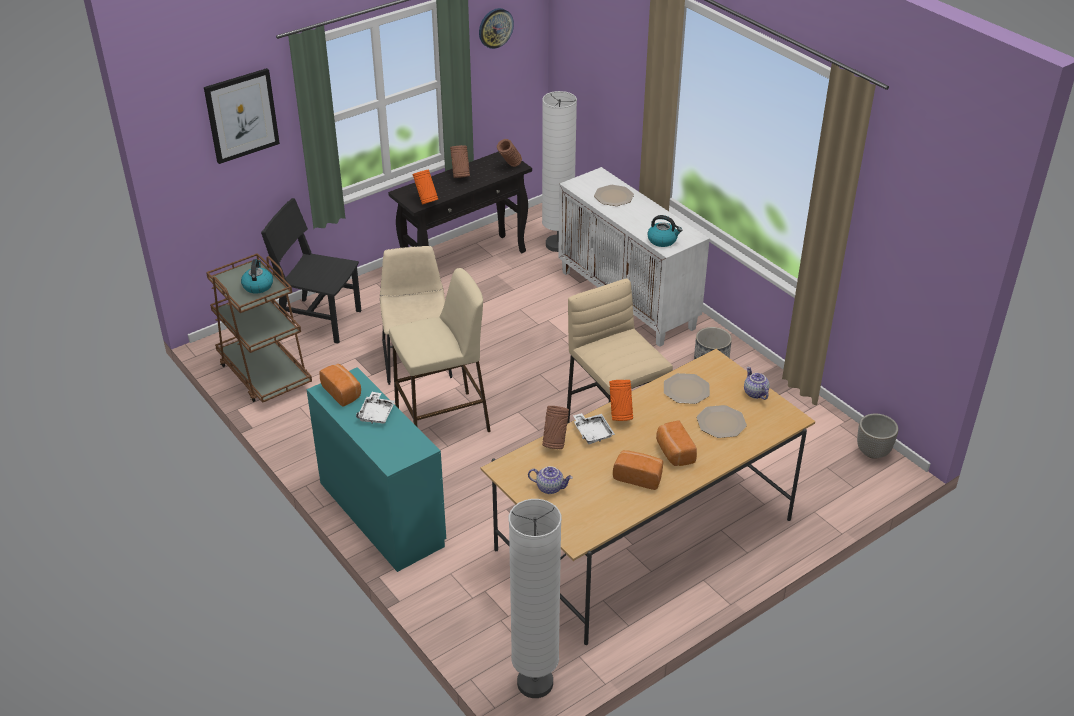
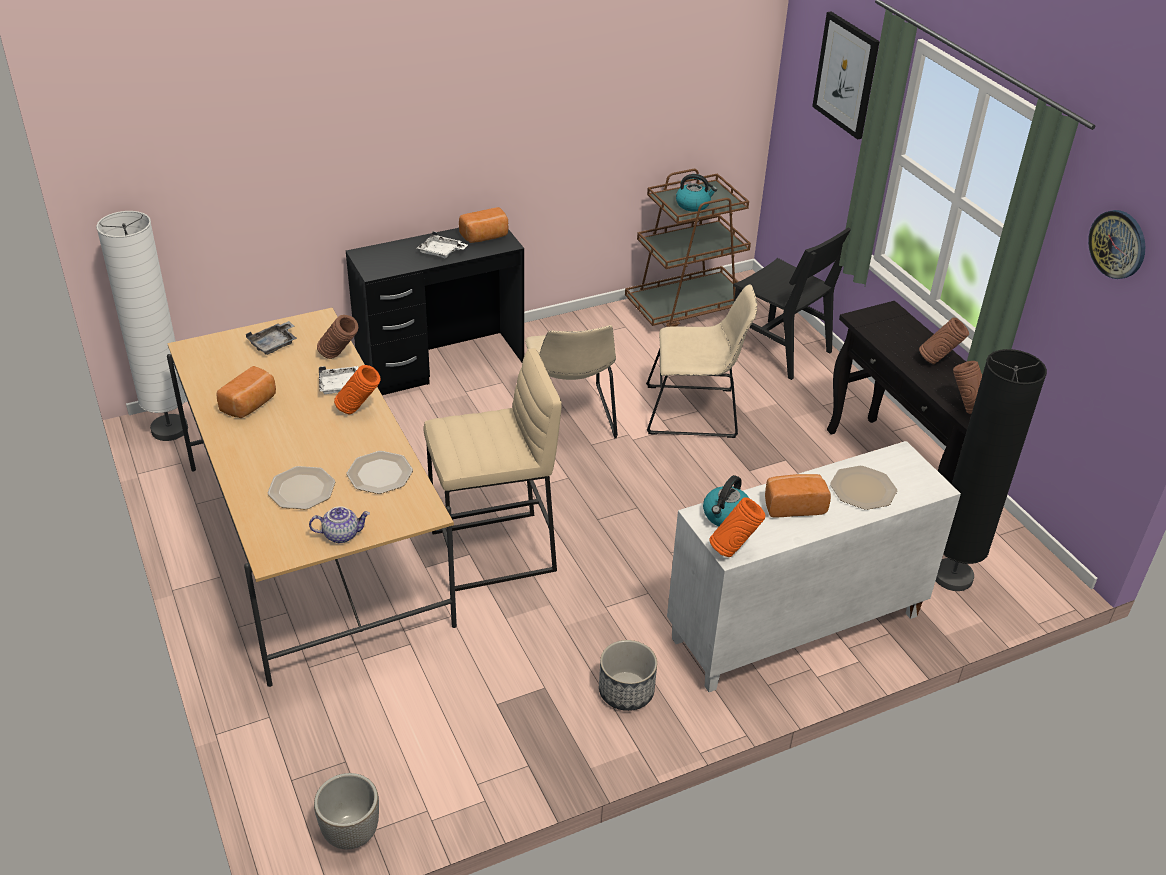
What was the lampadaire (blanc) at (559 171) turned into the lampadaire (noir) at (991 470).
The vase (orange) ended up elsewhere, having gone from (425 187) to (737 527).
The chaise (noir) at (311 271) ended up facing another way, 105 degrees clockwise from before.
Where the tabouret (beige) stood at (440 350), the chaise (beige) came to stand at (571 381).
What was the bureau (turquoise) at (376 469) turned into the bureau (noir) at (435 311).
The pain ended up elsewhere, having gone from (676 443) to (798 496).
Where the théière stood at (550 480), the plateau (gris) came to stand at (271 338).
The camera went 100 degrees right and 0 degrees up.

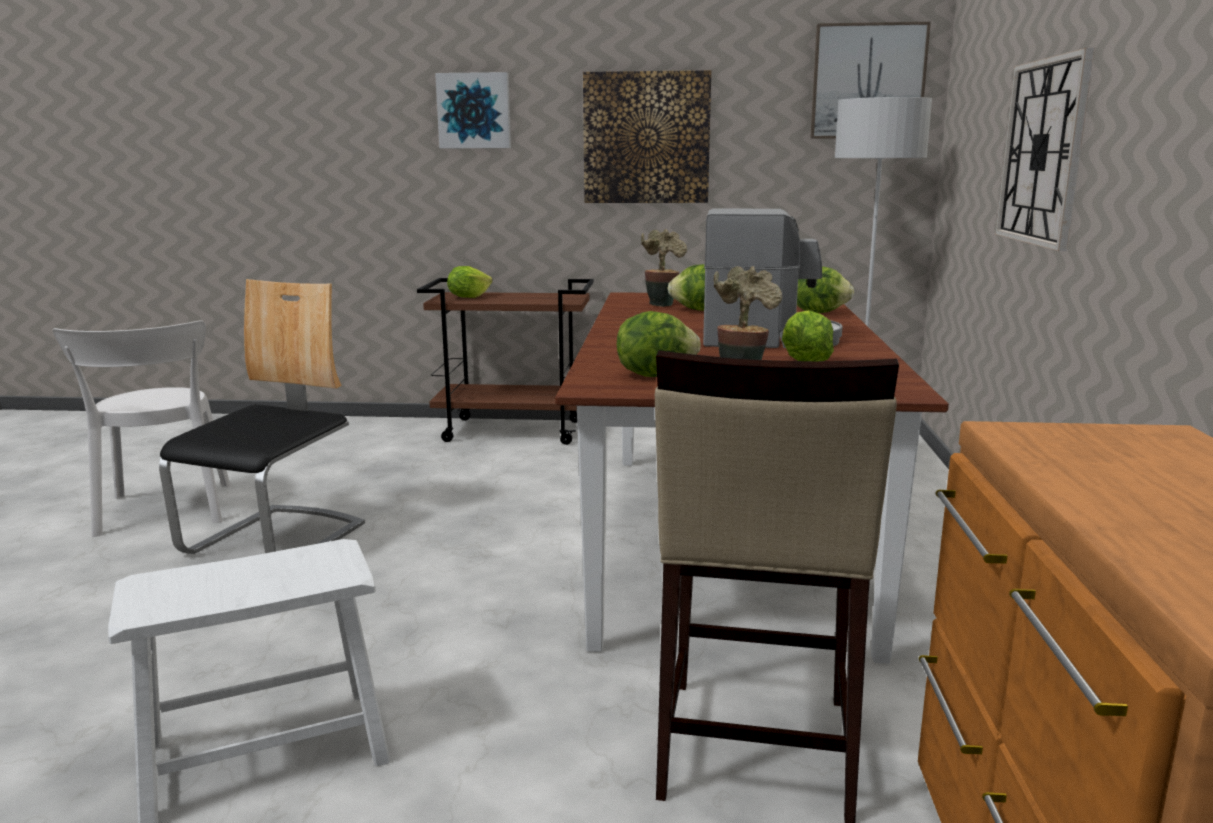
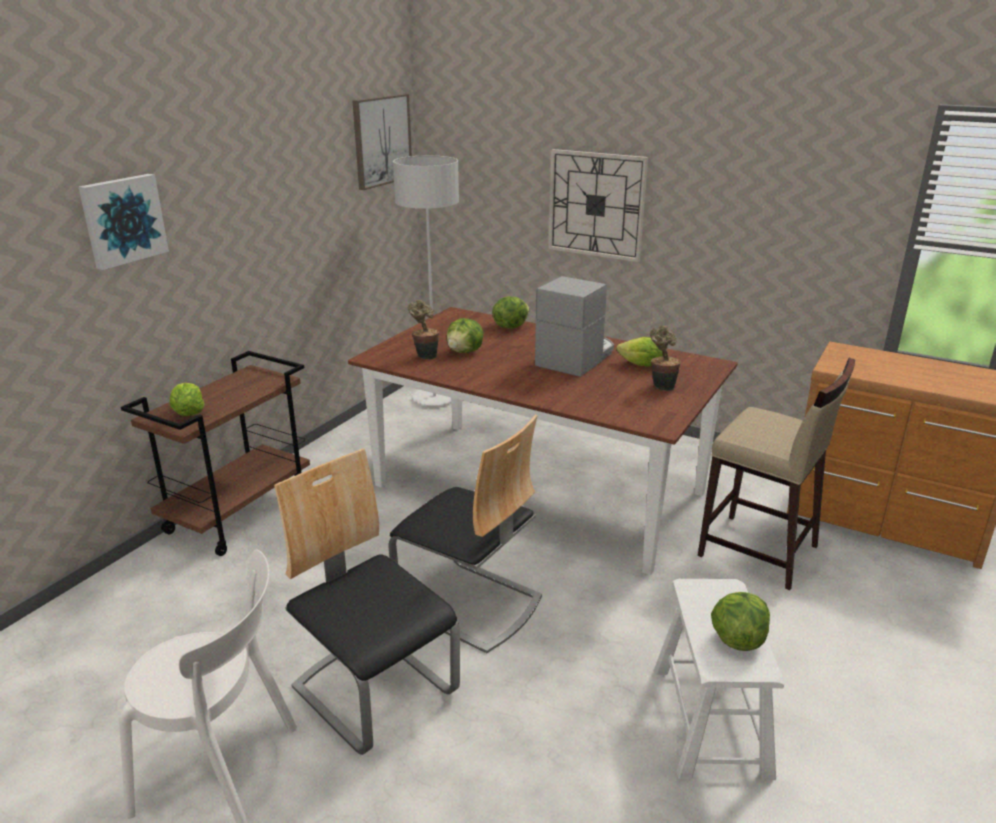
The second view lost the tableau at (647 136).
The laitue ended up elsewhere, having gone from (659 344) to (740 621).
The second view gained the chaise at (465 533).
The camera went 65 degrees left and 10 degrees up.

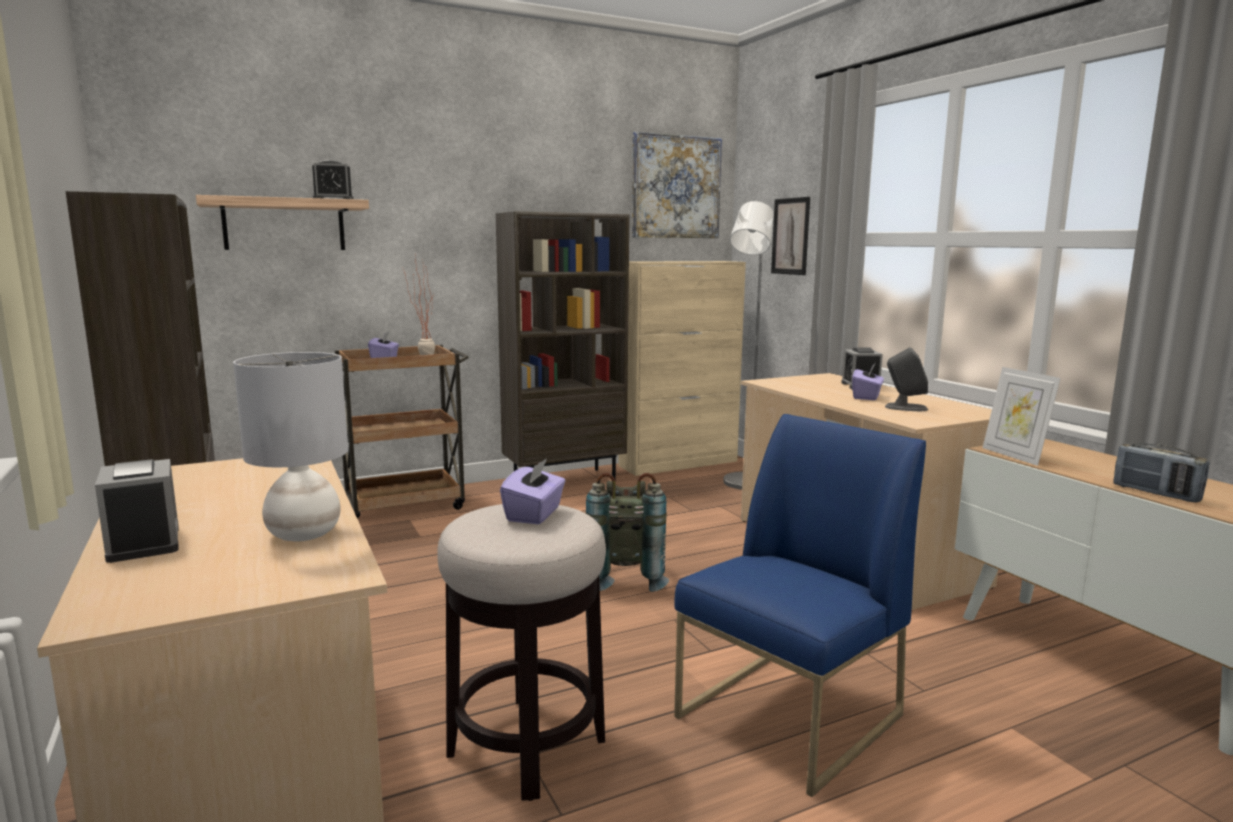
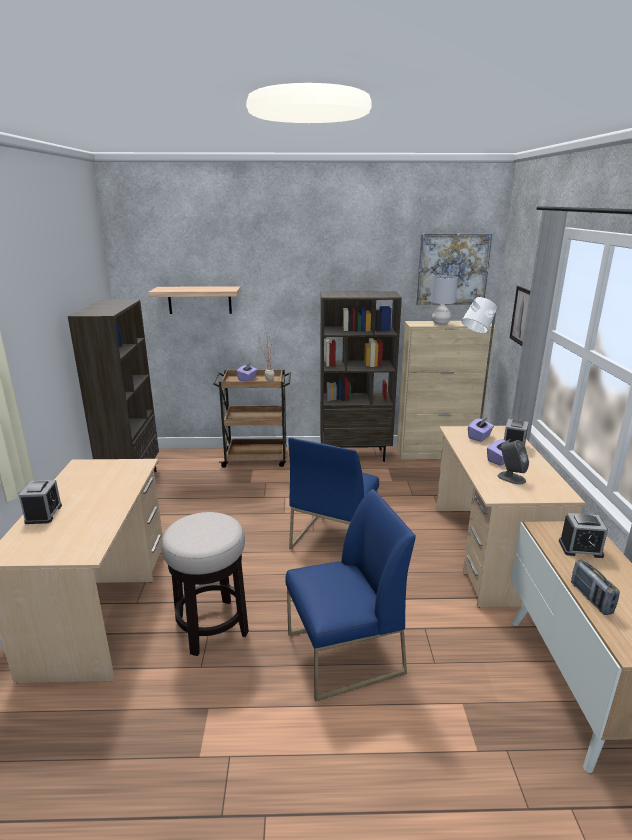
The réveil ended up elsewhere, having gone from (333 179) to (583 535).
The lampe de table (gris) ended up elsewhere, having gone from (290 447) to (444 300).
The second view lost the cadre photo at (1022 416).
The boîte à mouchoirs (violet) ended up elsewhere, having gone from (532 491) to (481 429).
Where the sac à dos (gris) stood at (627 532), the chaise (bleu) came to stand at (333 493).
The camera went 25 degrees right and 10 degrees up.

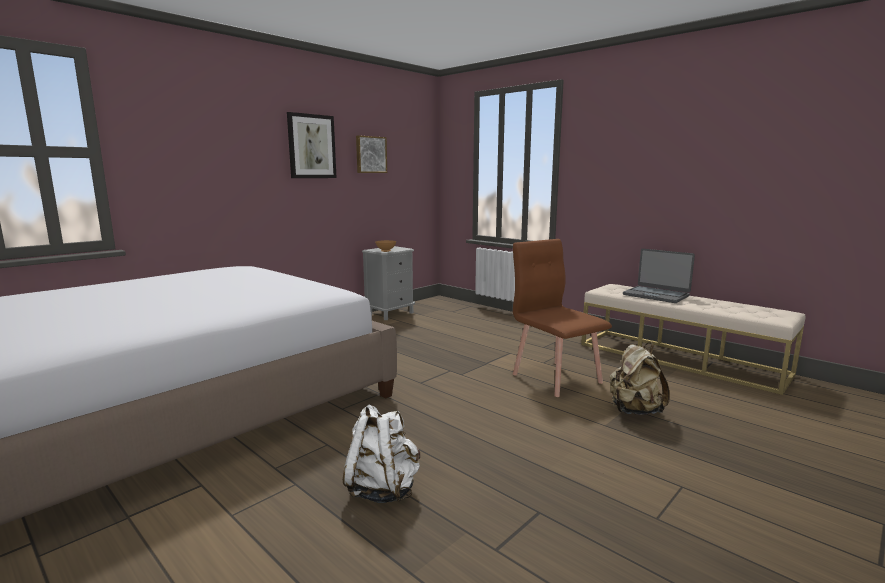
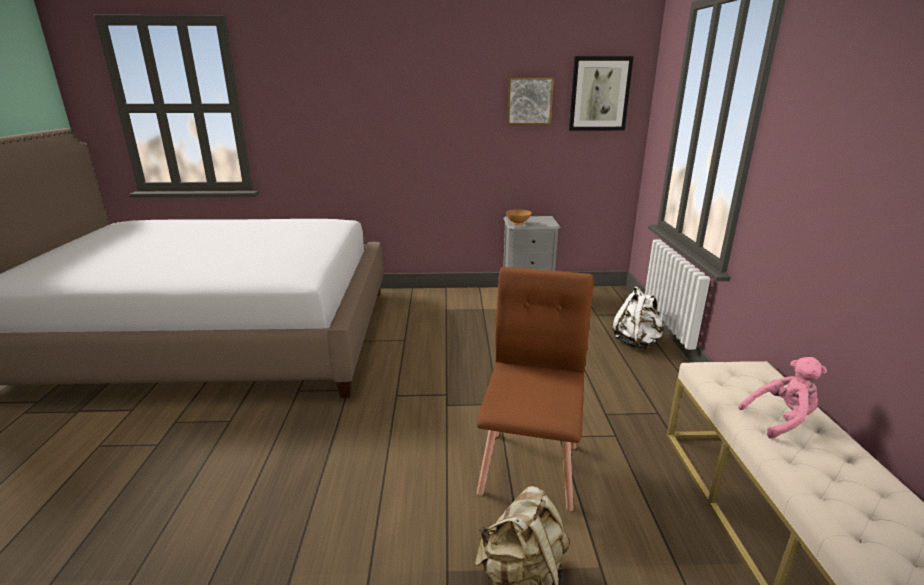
The tableau ended up elsewhere, having gone from (312 145) to (601 93).
Where the ordinateur portable stood at (659 276), the peluche (rose) came to stand at (783 398).
The sac à dos (blanc) ended up elsewhere, having gone from (381 453) to (638 317).
The camera went 45 degrees right and 10 degrees up.

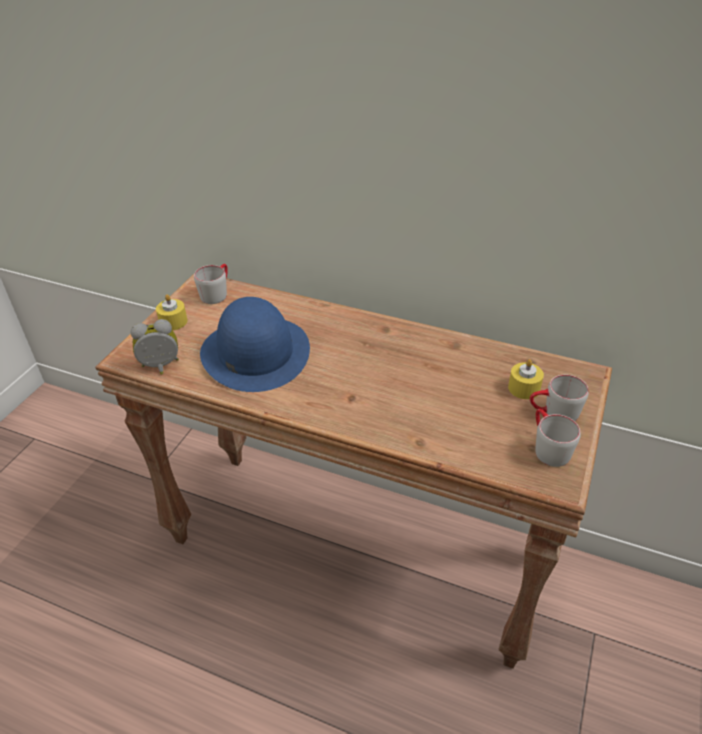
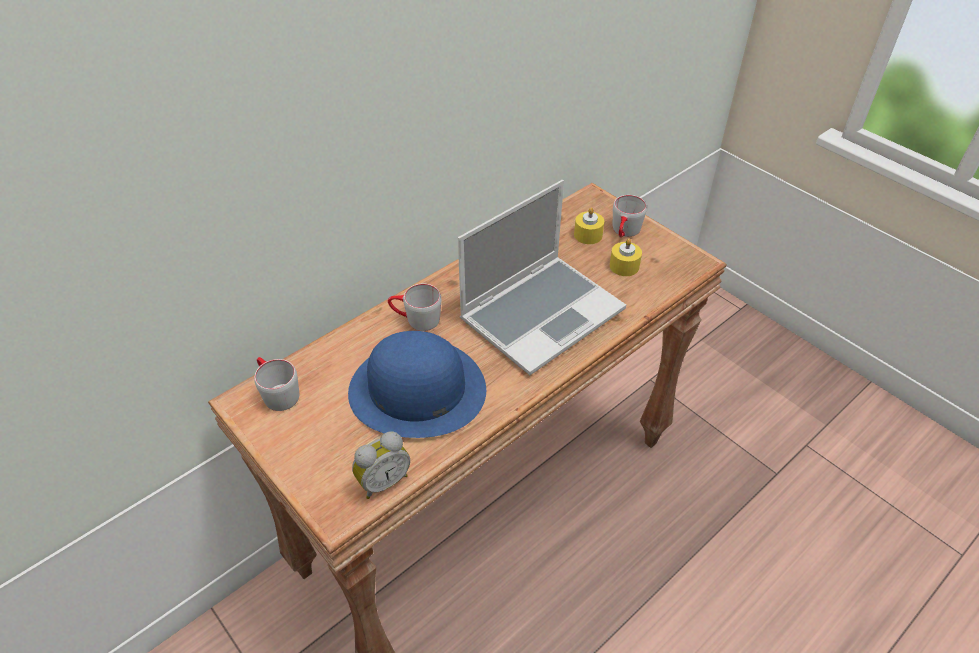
The bougie (jaune) ended up elsewhere, having gone from (172 312) to (626 257).
The réveil at (155 347) ended up facing another way, 135 degrees counterclockwise from before.
The mug (gris) ended up elsewhere, having gone from (557 438) to (414 307).
The second view gained the ordinateur portable at (542 277).
The camera went 65 degrees left and 5 degrees up.

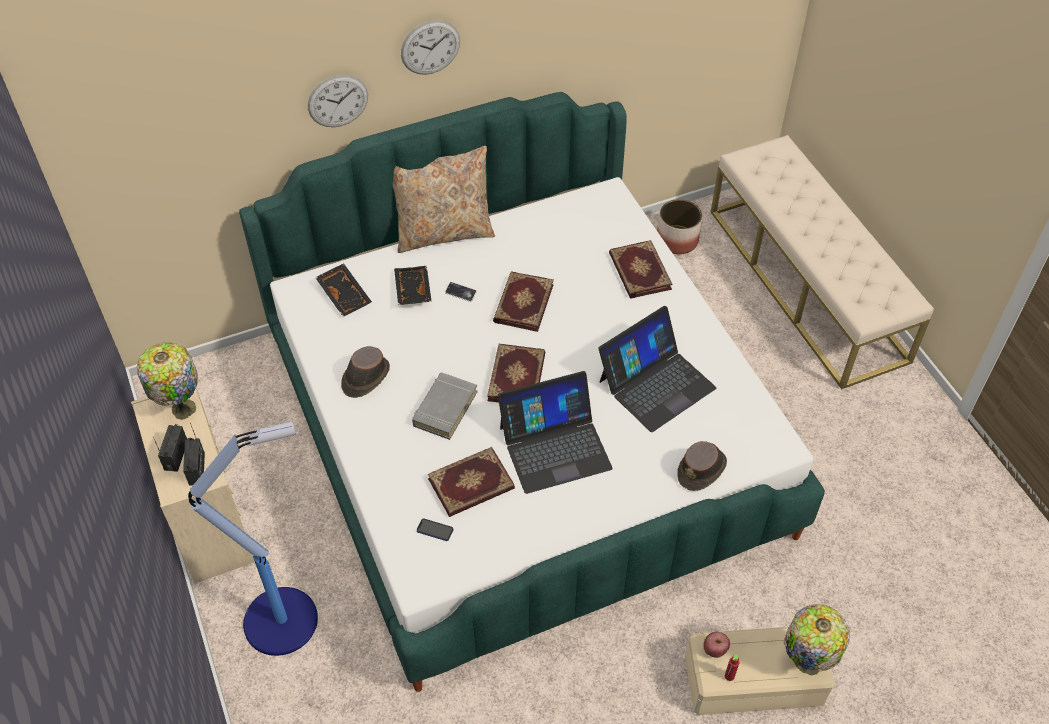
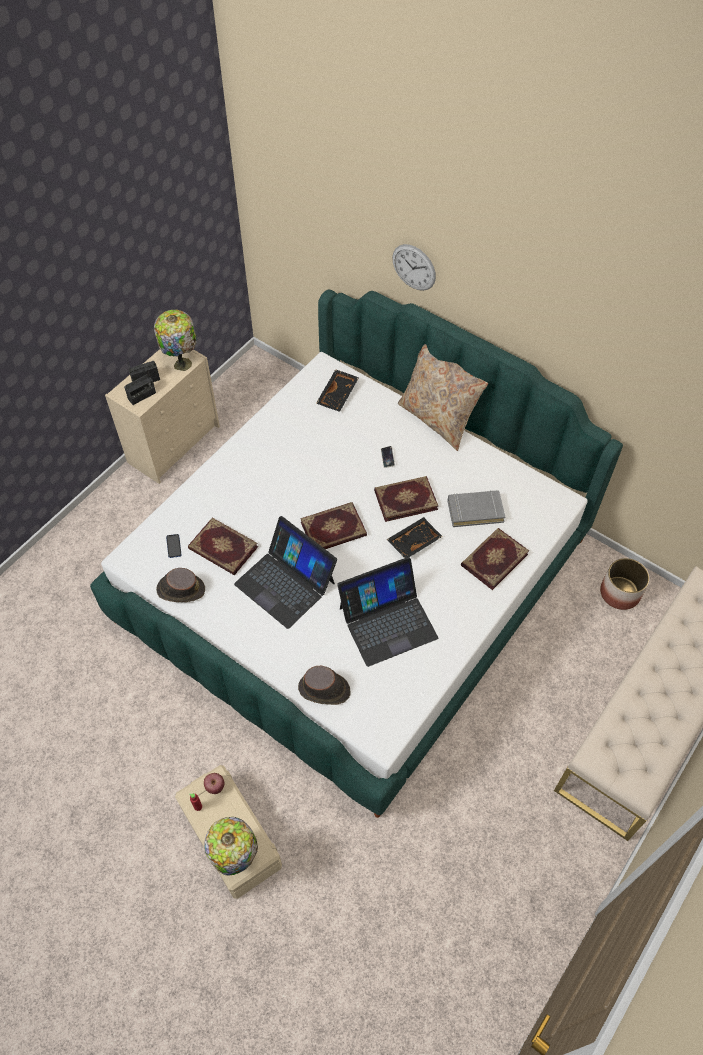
The second view lost the horloge murale at (430 47).
The plateau (noir) ended up elsewhere, having gone from (413 285) to (415 537).
The ordinateur portable at (657 369) ended up facing another way, 45 degrees counterclockwise from before.
The chapeau (marron) ended up elsewhere, having gone from (365 372) to (180 585).
The livre (gris) ended up elsewhere, having gone from (444 406) to (476 508).
The second view lost the lampadaire at (253 538).
The camera went 60 degrees right and 5 degrees up.

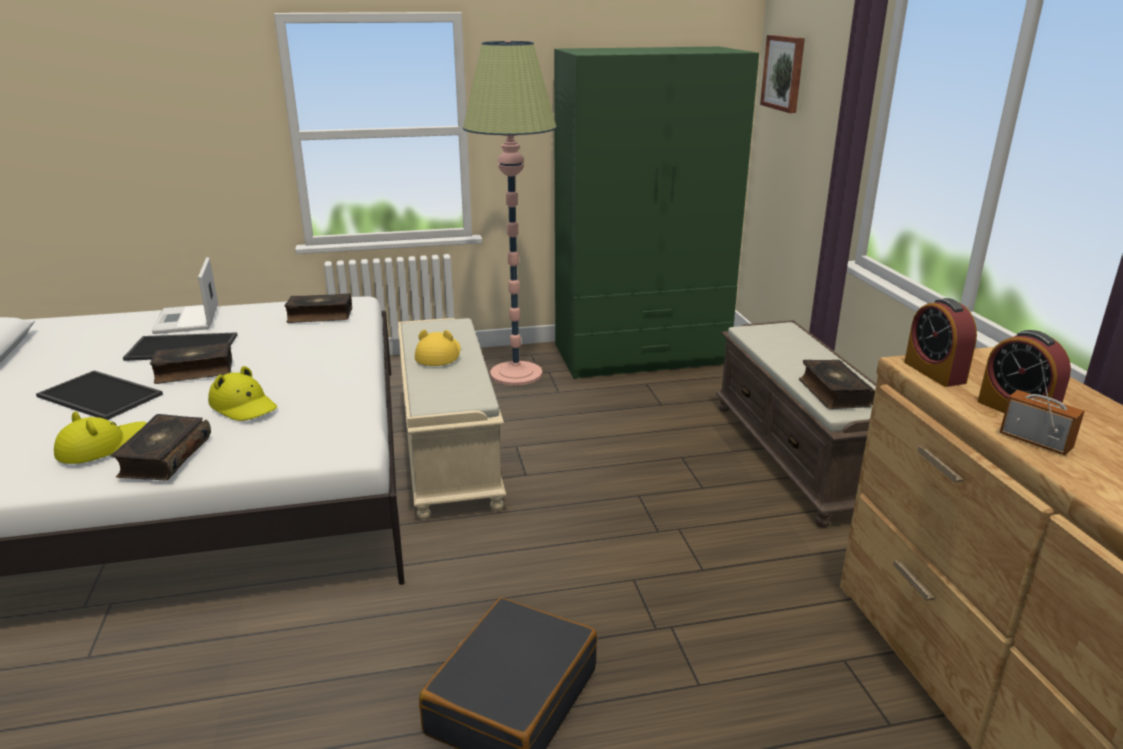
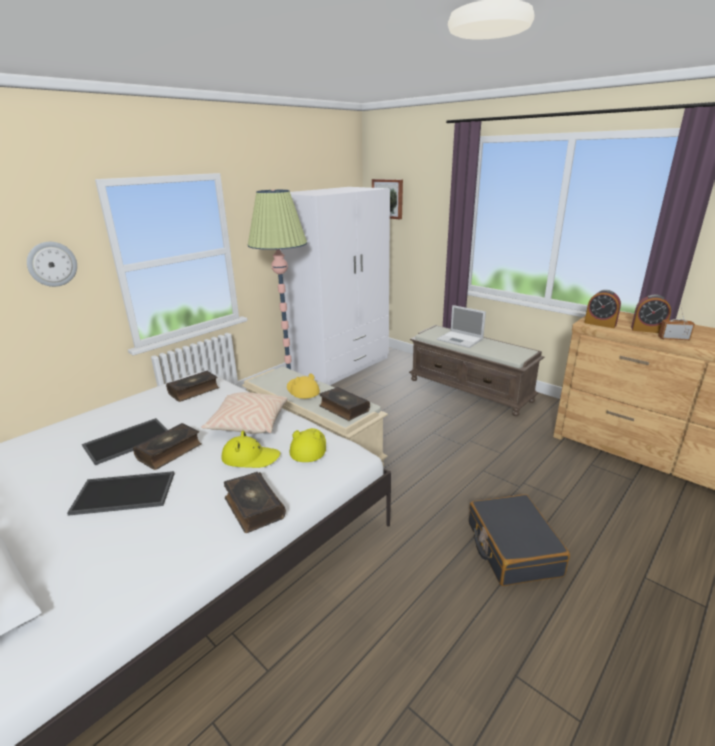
What was the armoire (vert) at (656 213) turned into the armoire (blanc) at (335 286).
The ordinateur portable ended up elsewhere, having gone from (185 295) to (461 326).
The livre ended up elsewhere, having gone from (837 384) to (344 404).
The chapeau (jaune) ended up elsewhere, having gone from (100 437) to (308 445).
The second view gained the horloge murale at (52 264).
The second view gained the coussin (beige) at (244 413).
The camera went 35 degrees left and 0 degrees up.

